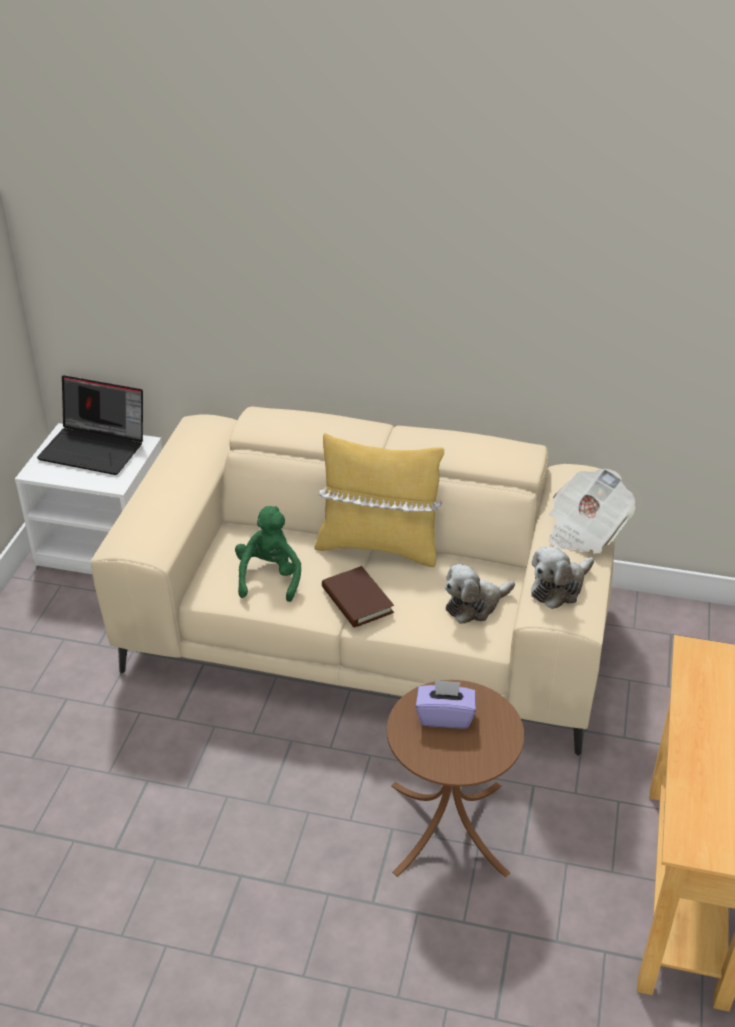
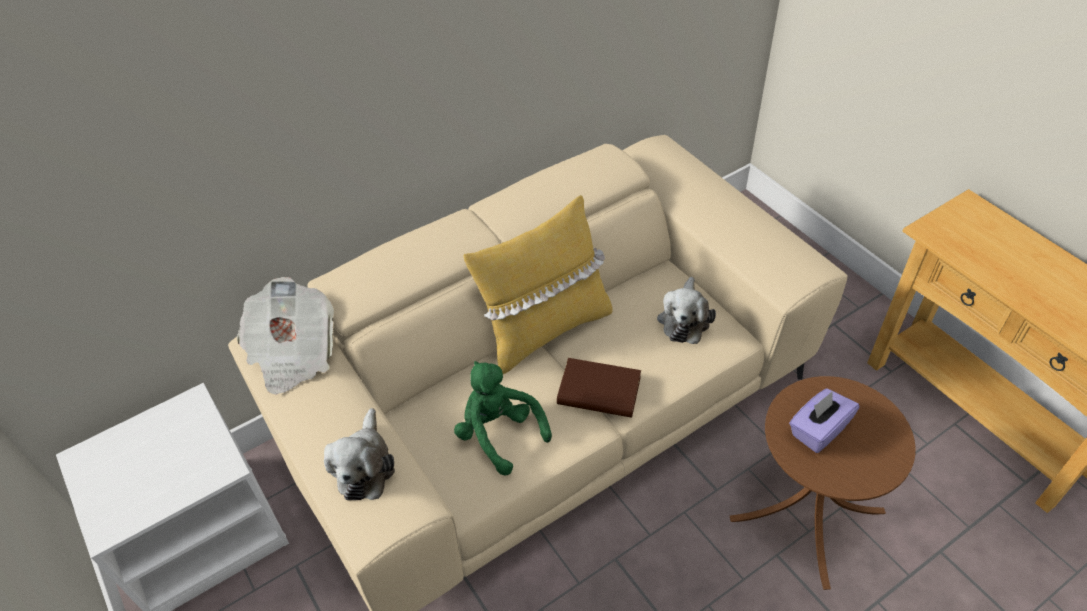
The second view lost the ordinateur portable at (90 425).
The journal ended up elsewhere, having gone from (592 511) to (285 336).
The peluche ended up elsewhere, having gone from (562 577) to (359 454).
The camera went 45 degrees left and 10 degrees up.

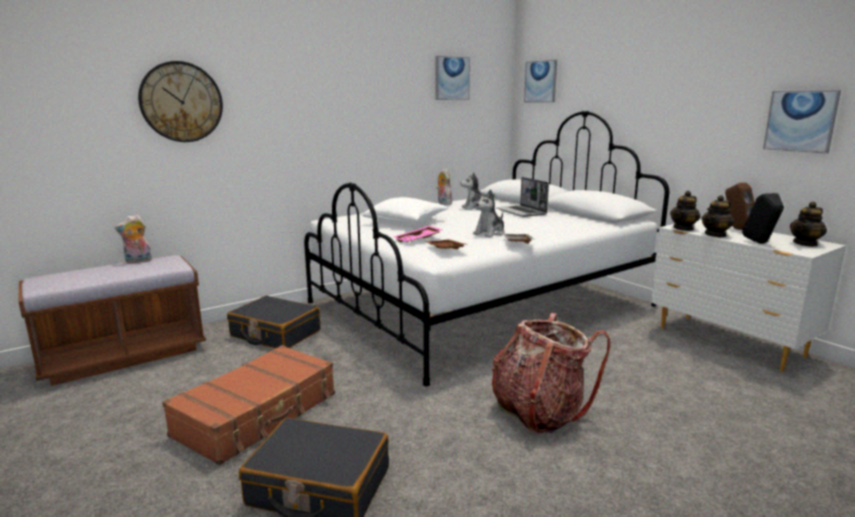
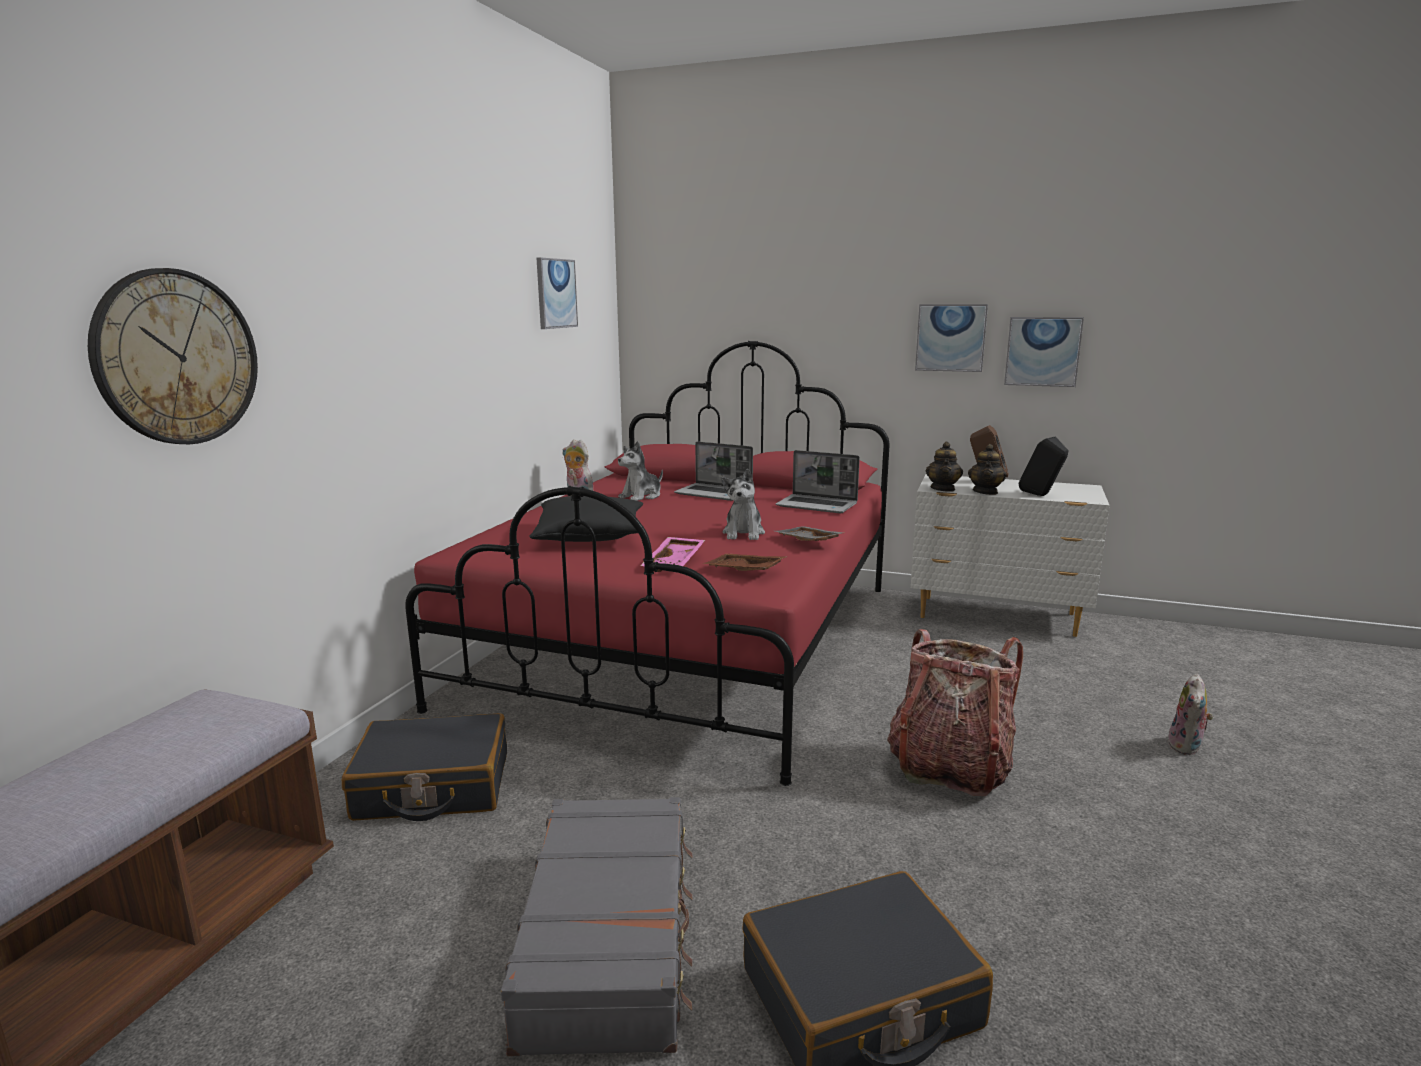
The tableau ended up elsewhere, having gone from (540 81) to (951 338).
What was the lit (blanc) at (486 248) turned into the lit (rouge) at (647 563).
What was the coussin (blanc) at (405 211) turned into the coussin (noir) at (586 519).
The second view lost the théière at (808 224).
The peluche ended up elsewhere, having gone from (133 239) to (1190 714).
What was the valise (marron) at (248 405) turned into the valise (gris) at (597 926).
The second view gained the ordinateur portable at (818 481).
The camera went 35 degrees left and 0 degrees up.

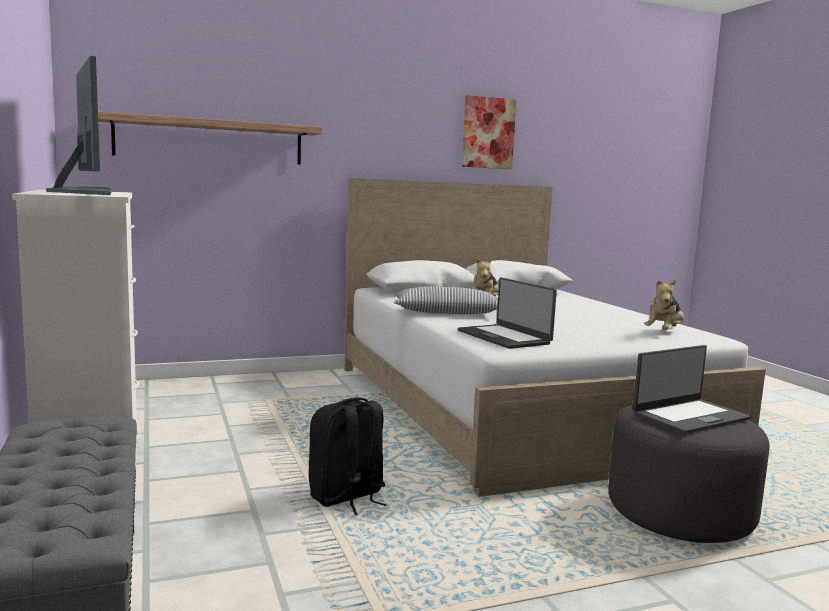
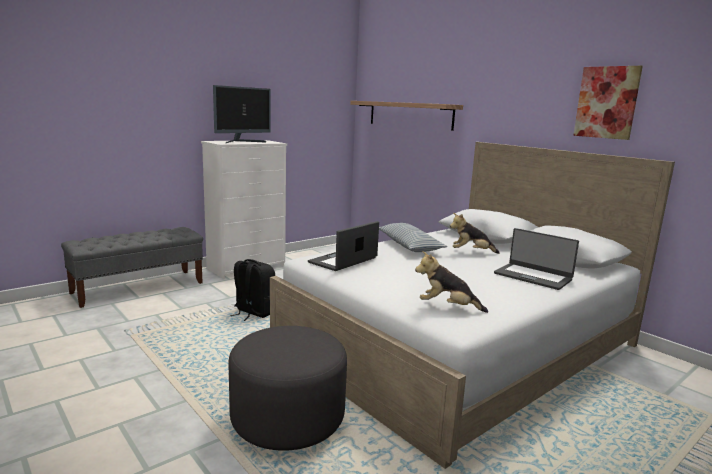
The ordinateur portable ended up elsewhere, having gone from (692 389) to (536 259).
The camera went 70 degrees right and 5 degrees up.

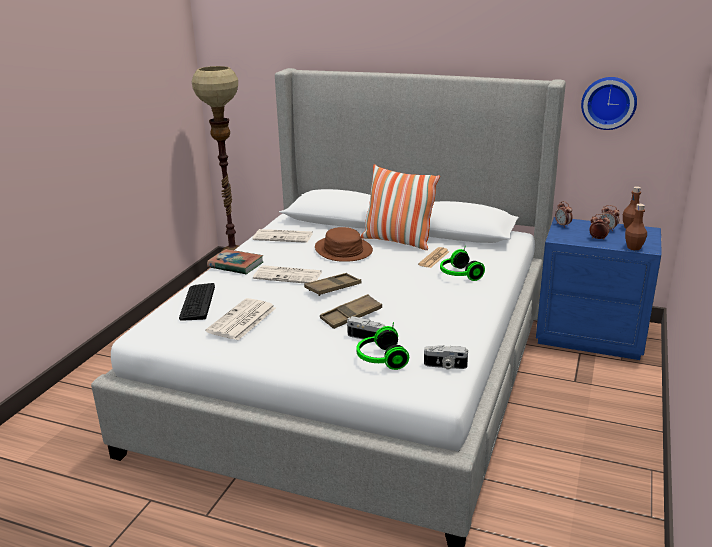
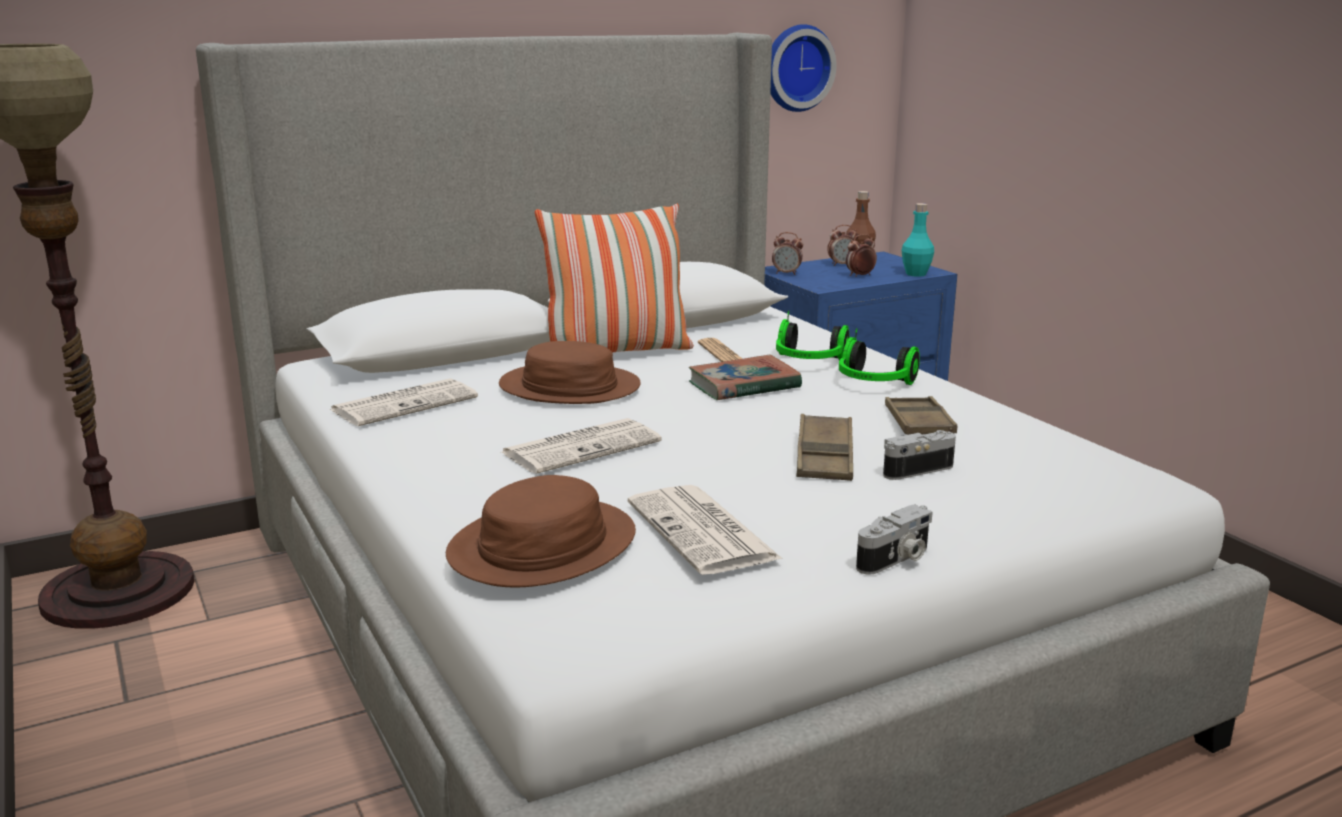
What was the bouteille (marron) at (636 227) turned into the bouteille (turquoise) at (918 240).
The livre ended up elsewhere, having gone from (235 262) to (745 377).
The plateau (marron) ended up elsewhere, having gone from (332 284) to (921 415).
Where the clavier stood at (197 302), the chapeau (marron) came to stand at (541 531).
The casque audio ended up elsewhere, having gone from (382 346) to (879 356).
The appareil photo ended up elsewhere, having gone from (446 357) to (894 540).
The camera went 50 degrees left and 5 degrees down.

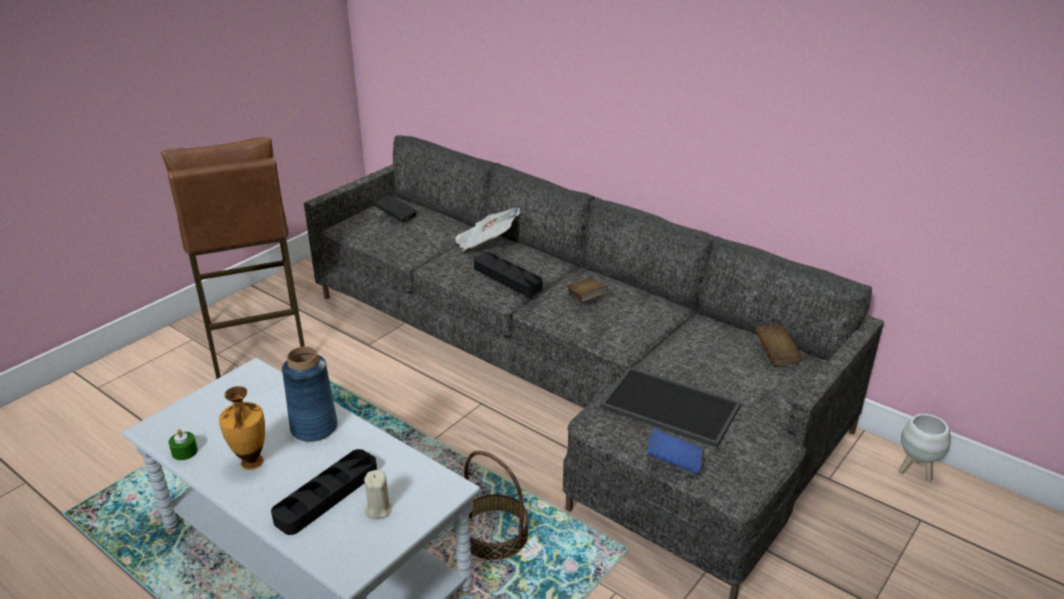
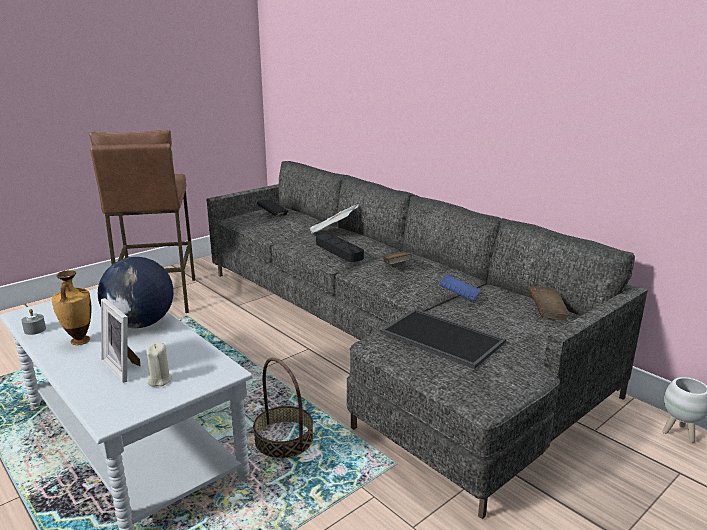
Where the vase (bleu) stood at (310 394), the globe came to stand at (136 292).
What was the bougie (vert) at (183 444) turned into the bougie (gris) at (33 322).
The livre (bleu) ended up elsewhere, having gone from (674 452) to (459 288).
Where the plateau (noir) stood at (324 492), the cadre photo came to stand at (120 340).
The camera went 10 degrees right and 10 degrees down.

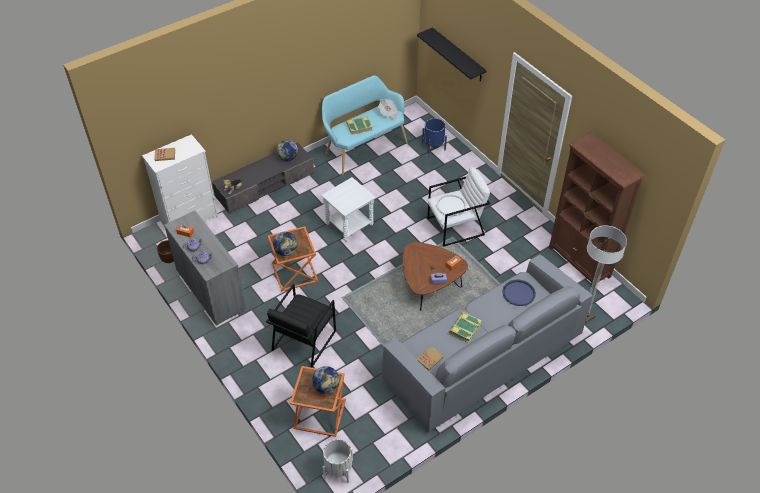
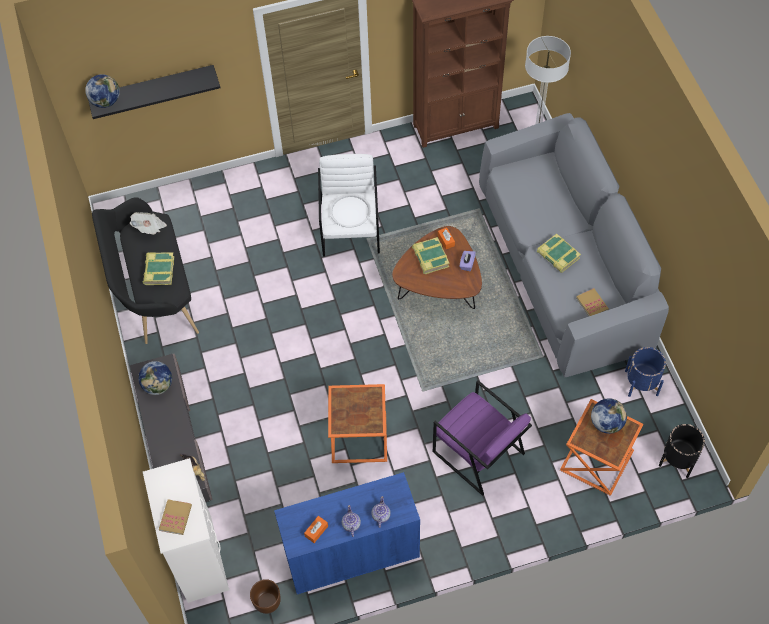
What was the banc (turquoise) at (365 125) turned into the banc (noir) at (145 270).
The cache-pot (bleu) ended up elsewhere, having gone from (434 136) to (645 372).
The second view lost the table d'appoint (blanc) at (348 209).
What was the meuble de rangement (gris) at (205 268) turned into the meuble de rangement (bleu) at (347 533).
The globe ended up elsewhere, having gone from (285 244) to (102 91).
The second view lost the plateau (bleu) at (519 293).
What was the fauteuil (noir) at (301 326) turned into the fauteuil (violet) at (482 438).
What was the cache-pot (blanc) at (338 461) turned into the cache-pot (noir) at (682 451).
The second view gained the livre at (431 255).
The camera went 70 degrees left and 10 degrees up.

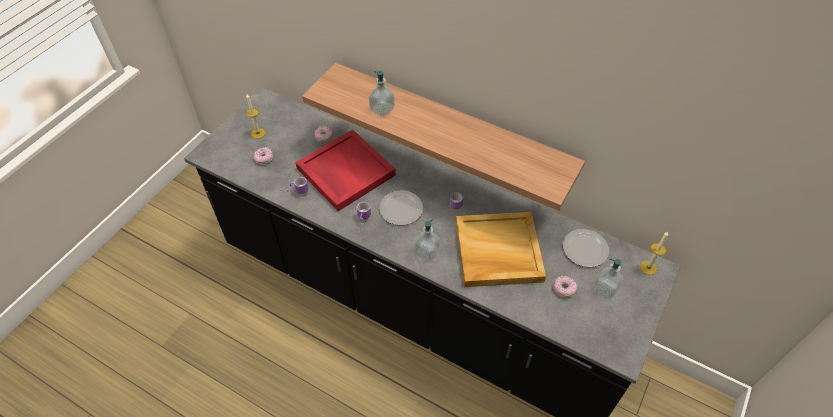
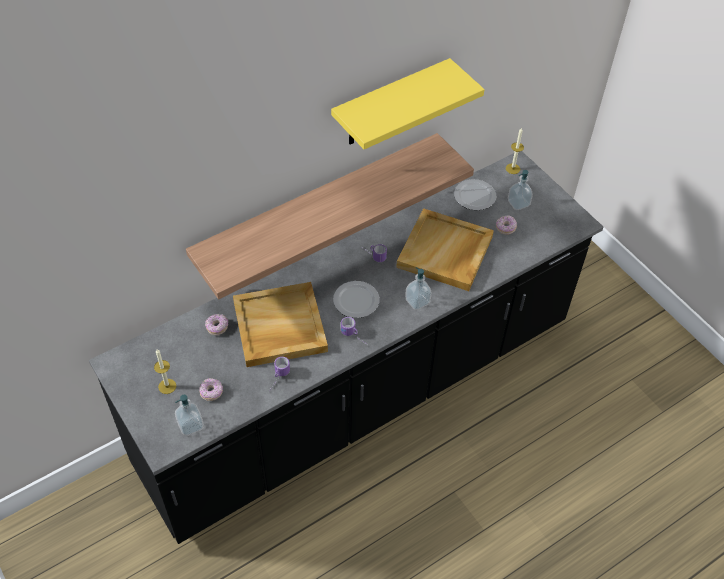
The distributeur de savon ended up elsewhere, having gone from (382 94) to (189 415).
What was the plateau (rouge) at (345 170) turned into the plateau (beige) at (280 324).
The second view gained the étagère (jaune) at (408 103).
The camera went 65 degrees left and 0 degrees up.

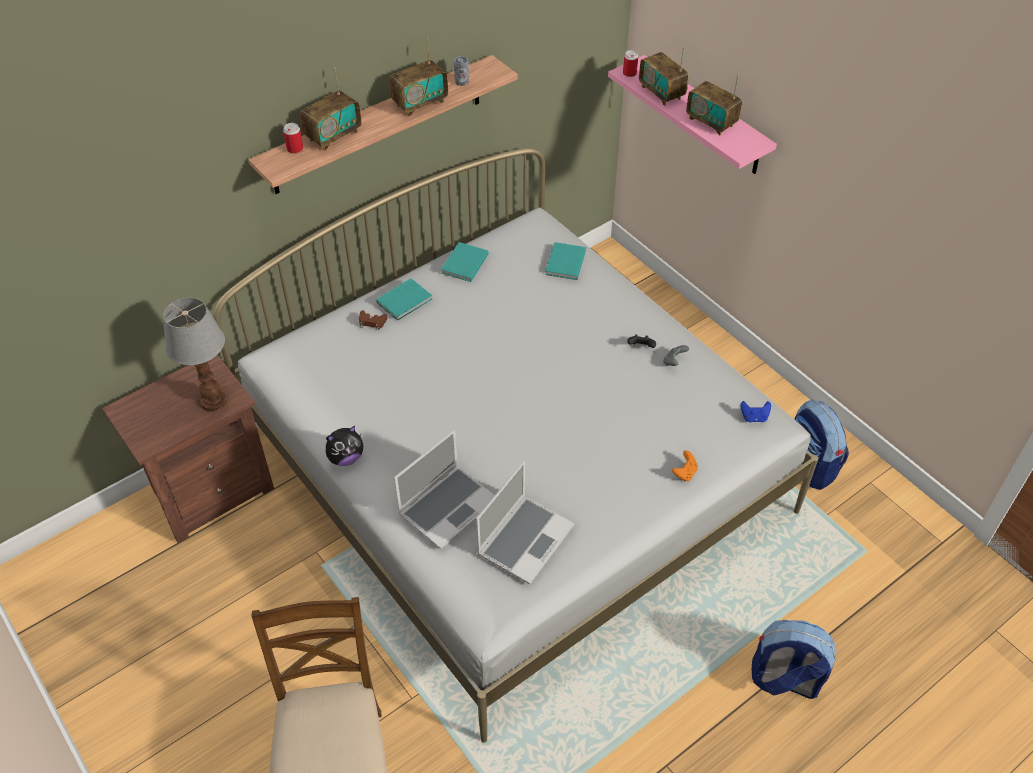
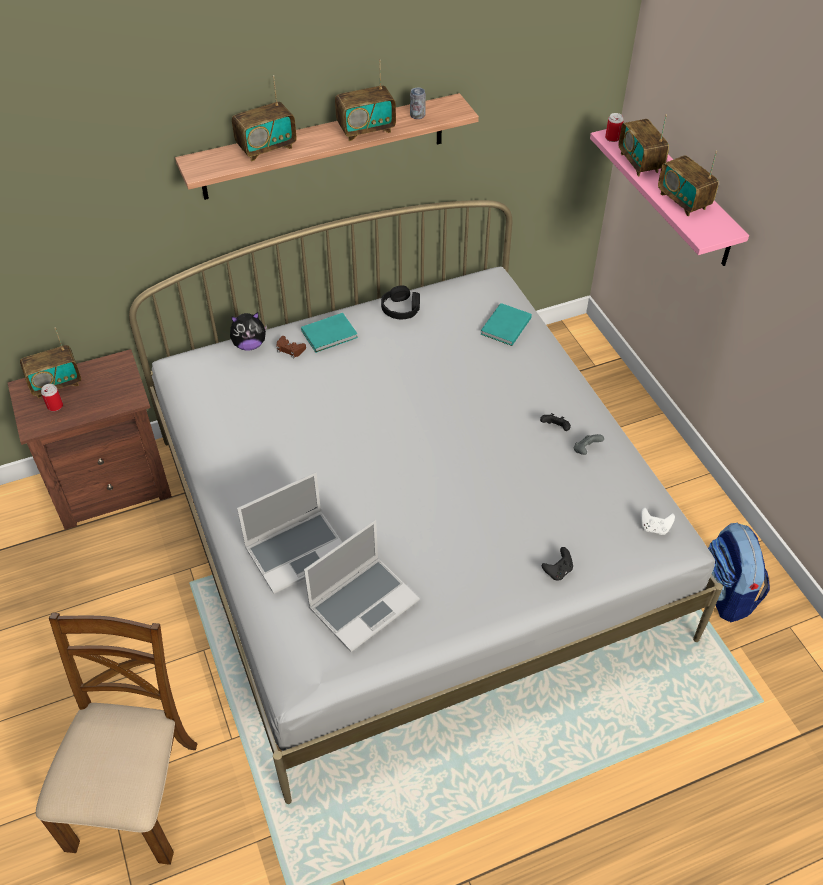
The boîte métallique ended up elsewhere, having gone from (293 138) to (52 397).
Where the livre (turquoise) stood at (464 262), the casque audio (noir) came to stand at (400 302).
The second view lost the lampe de table at (195 354).
What was the manette (bleu) at (756 411) turned into the manette (blanc) at (658 521).
The peluche ended up elsewhere, having gone from (344 446) to (248 331).
What was the manette (orange) at (685 465) turned into the manette (noir) at (557 564).
The second view lost the sac à dos at (794 659).
The second view gained the radio at (50 363).
The camera went 15 degrees right and 0 degrees up.

